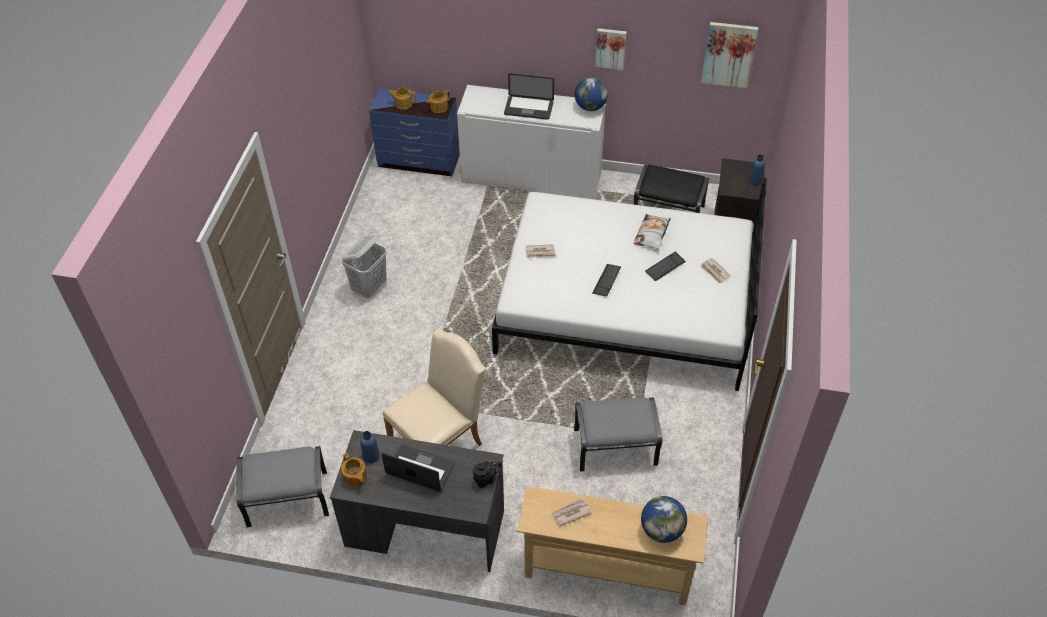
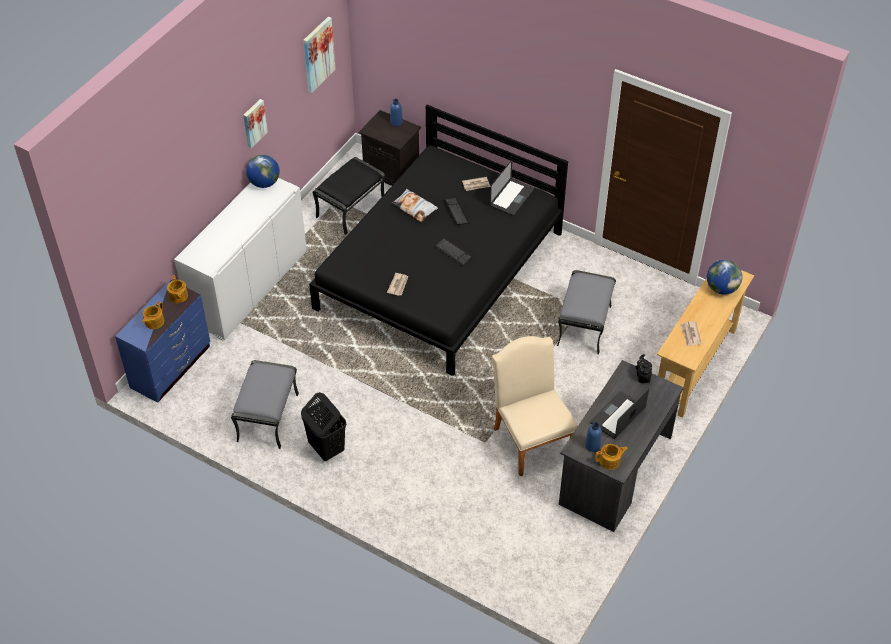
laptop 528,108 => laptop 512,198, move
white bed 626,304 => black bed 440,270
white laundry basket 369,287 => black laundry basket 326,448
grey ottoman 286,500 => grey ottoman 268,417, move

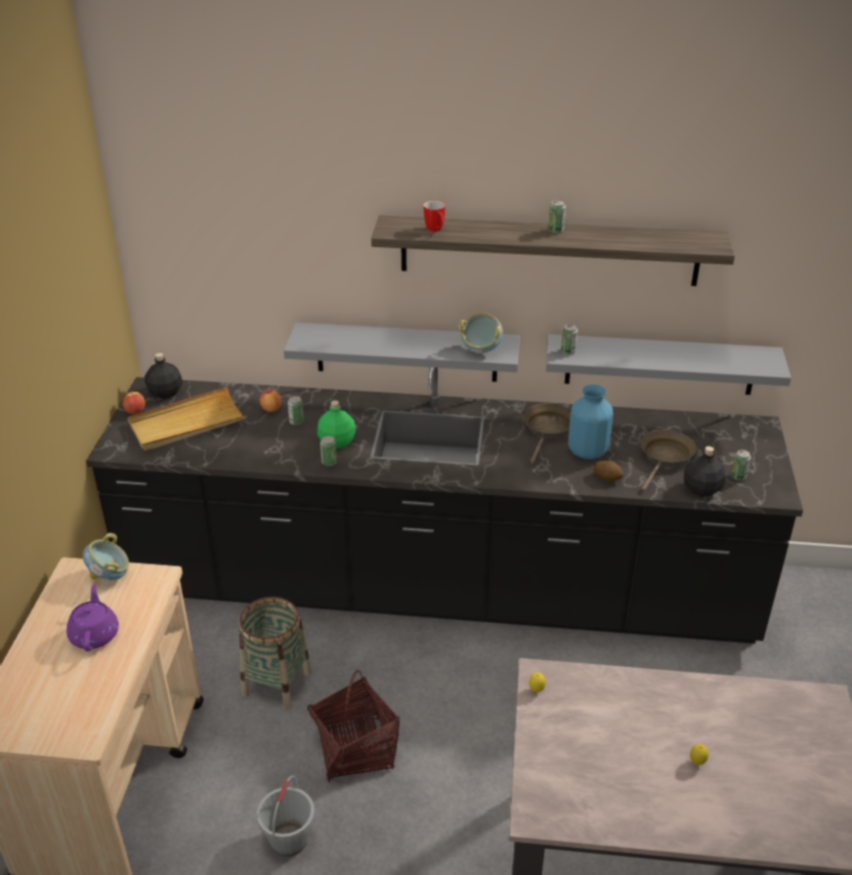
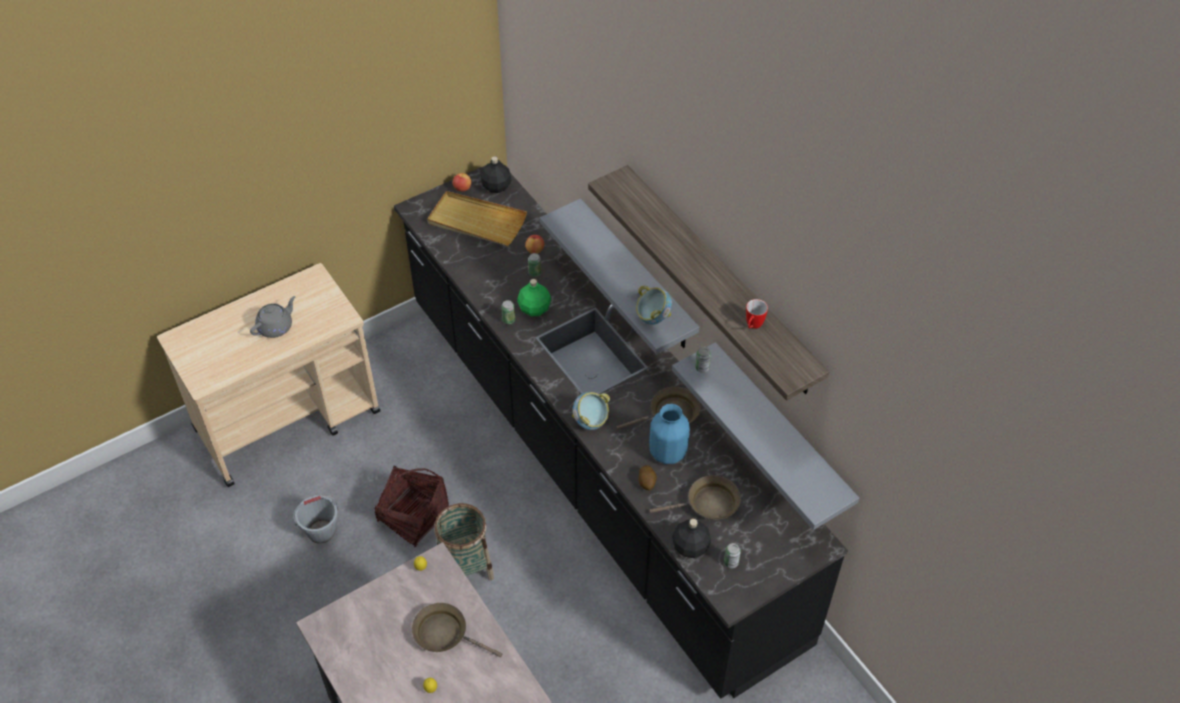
can 555,230 => nothing
mug 436,230 => mug 752,326, move
bowl 110,576 => bowl 590,421, move
purple teapot 95,634 => grey teapot 276,327
basket 277,684 => basket 465,567, move
nothing => brown frying pan 445,634

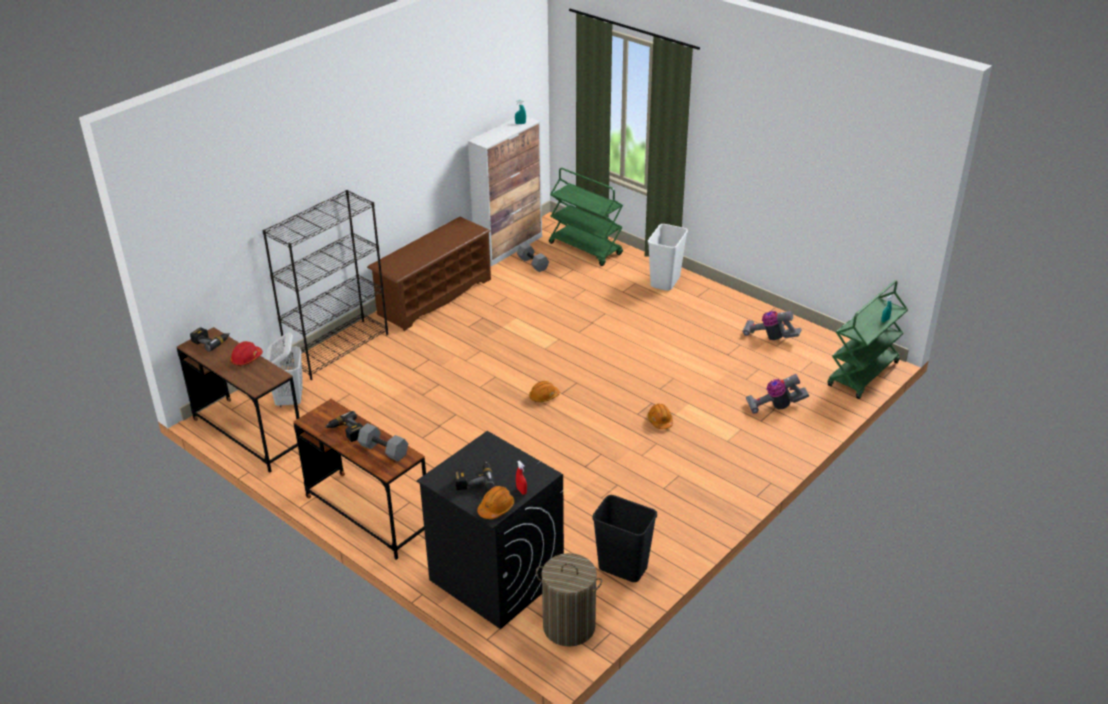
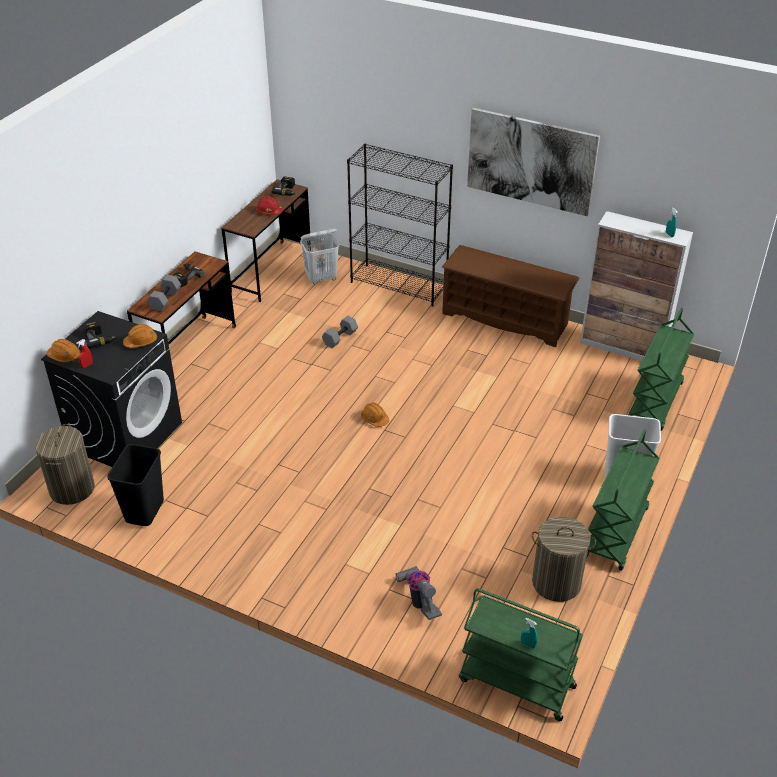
grey dumbbell 532,264 => grey dumbbell 340,337, move
vacuum cleaner 770,337 => laundry basket 556,583
orange hard hat 660,421 => orange hard hat 141,342, move
nothing => picture 531,161
nothing => green cart 616,533

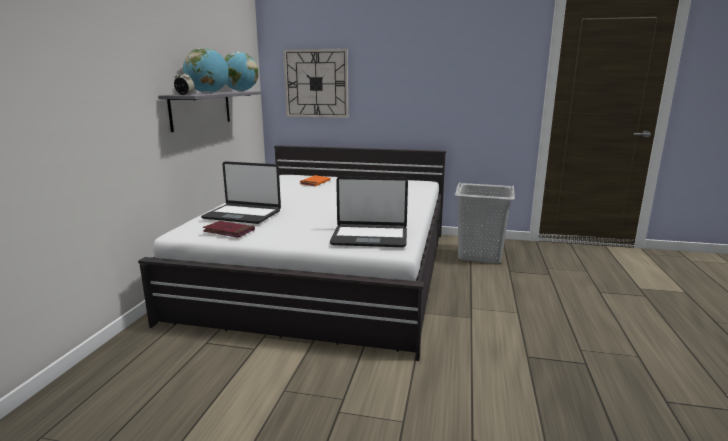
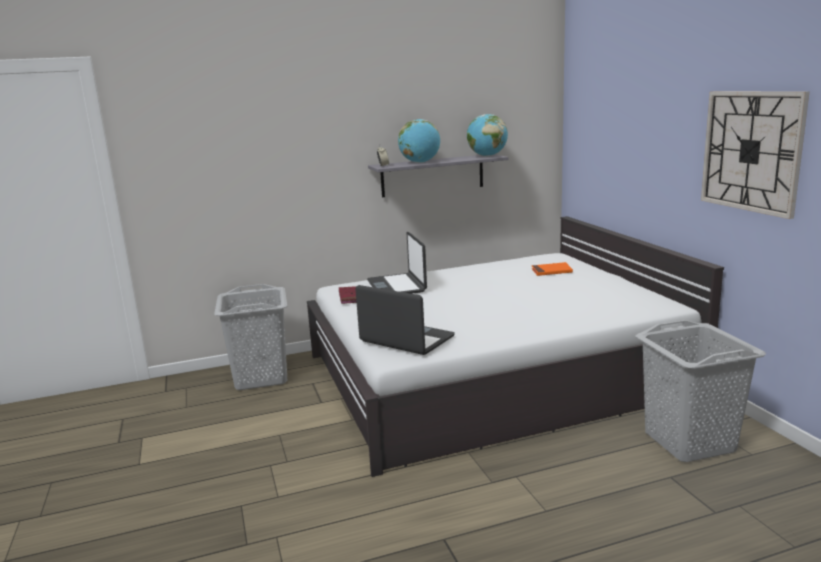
wall clock 316,83 => wall clock 751,151, move
laptop 369,237 => laptop 406,340, 150 degrees clockwise
nothing => grey laundry basket 261,377

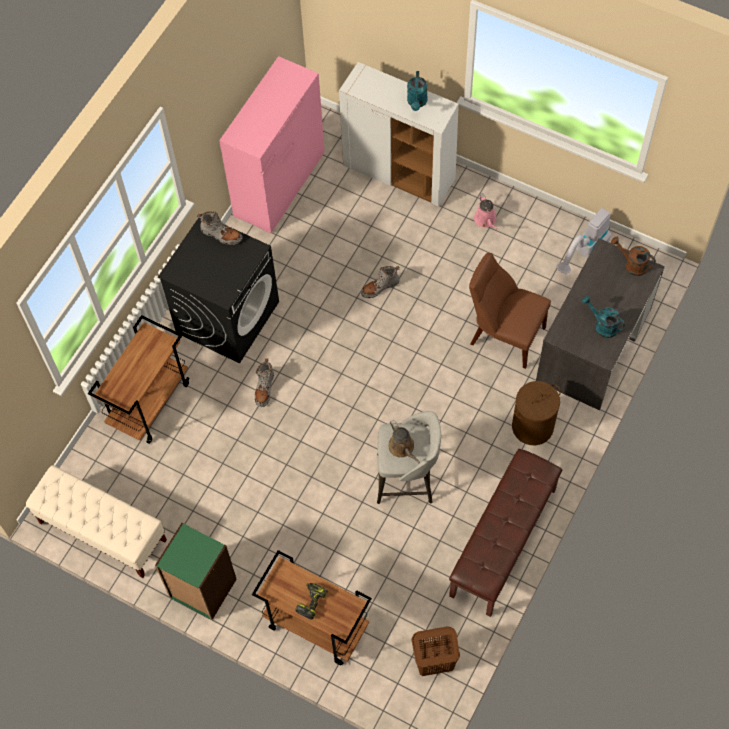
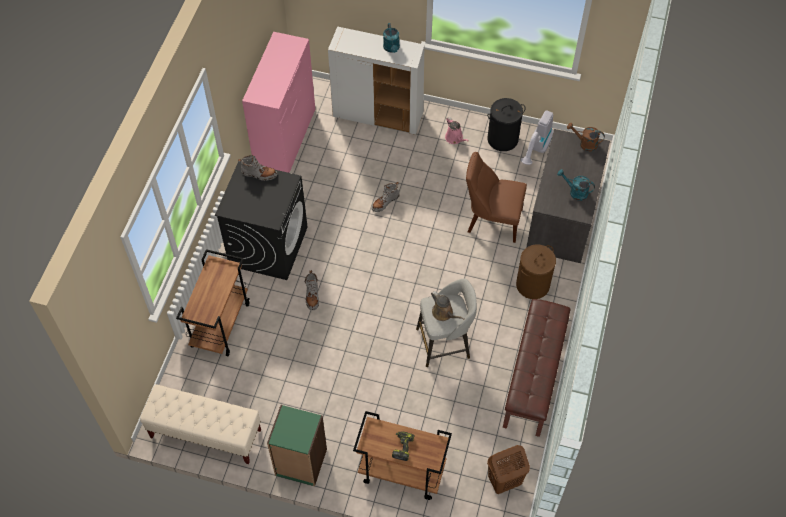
nothing => black laundry basket 503,139

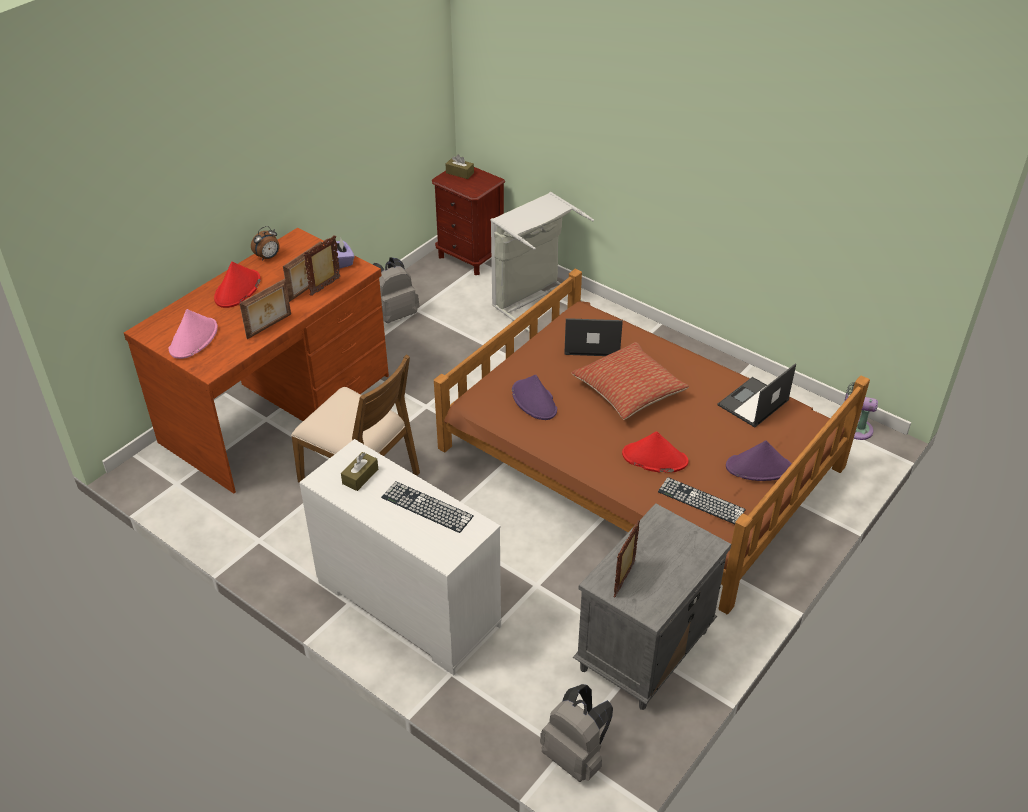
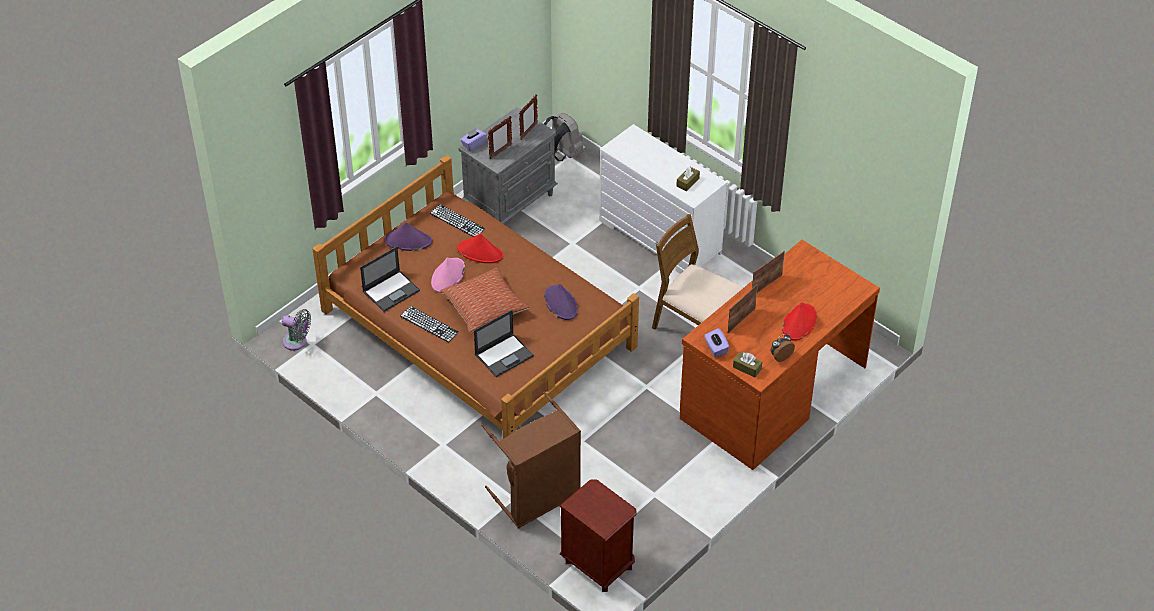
brown tissue box 460,173 => brown tissue box 747,368, move
grey laundry basket 534,301 => brown laundry basket 538,498
picture frame 326,287 => picture frame 500,152, move
grey backpack 395,314 => nothing
pink hat 193,339 => pink hat 448,276, move
laptop 591,342 => laptop 504,355, 45 degrees counterclockwise
keyboard 427,507 => keyboard 429,324, move
nothing => purple tissue box 473,144

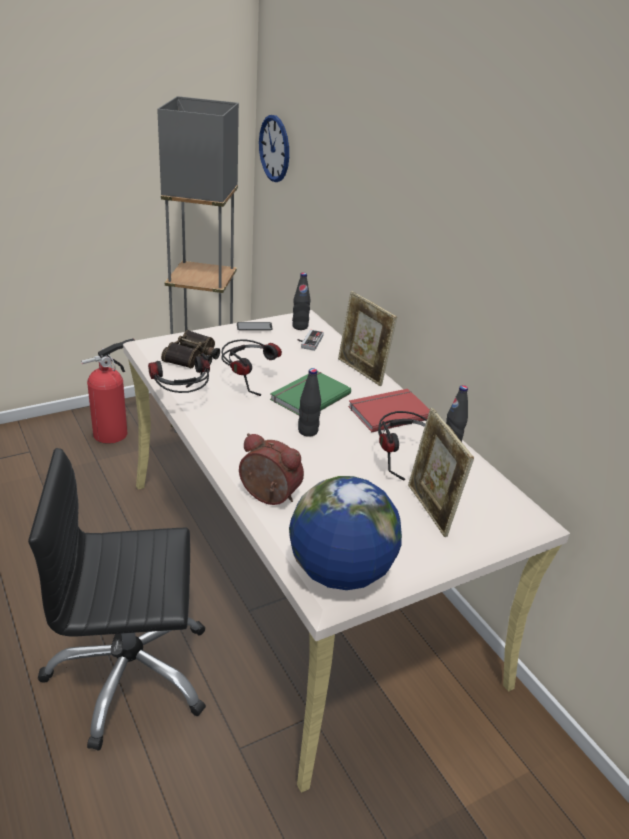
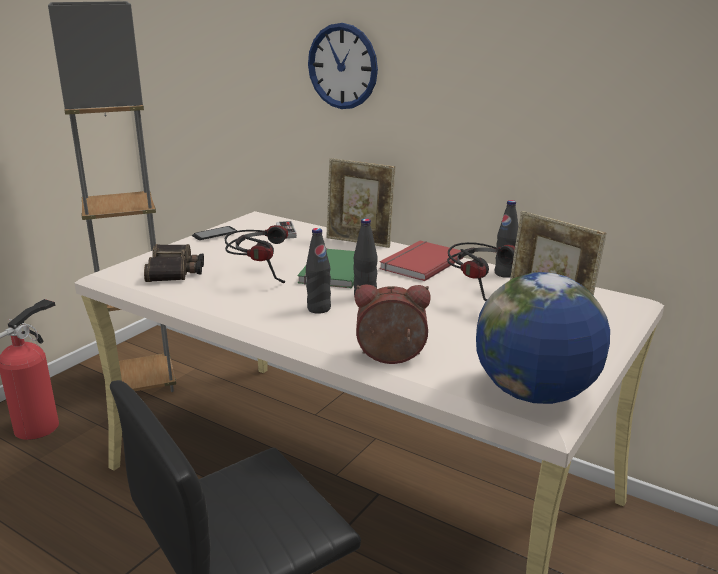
wall clock 274,148 => wall clock 342,66, move
black bottle 300,326 => black bottle 319,309, move
headphones 182,402 => nothing

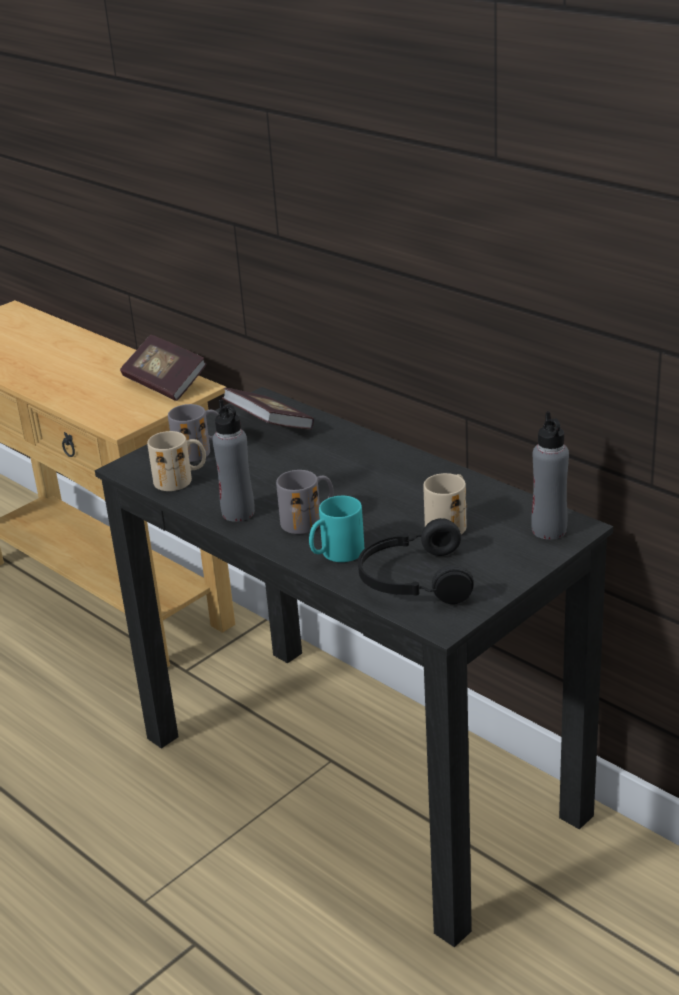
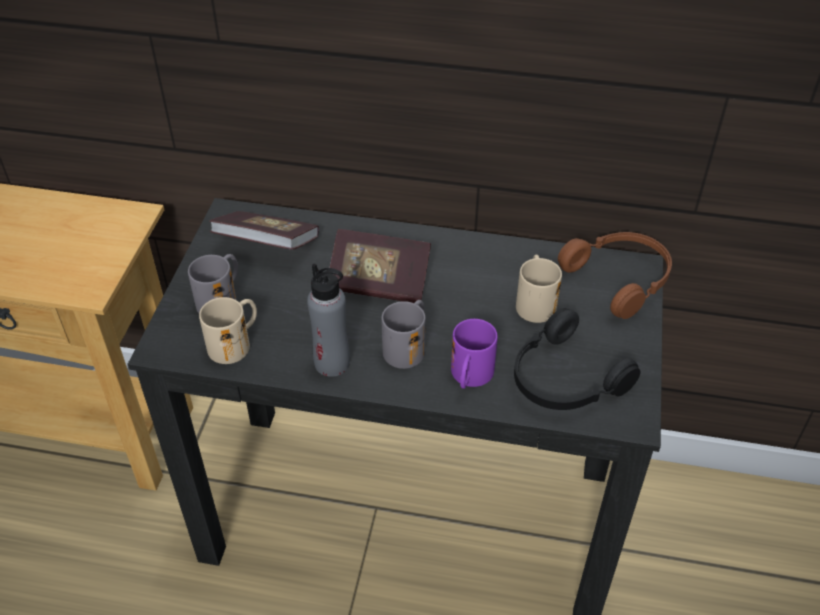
book 165,383 => book 379,282, move
grey bottle 549,530 => brown headphones 620,279
turquoise mug 336,554 => purple mug 470,377

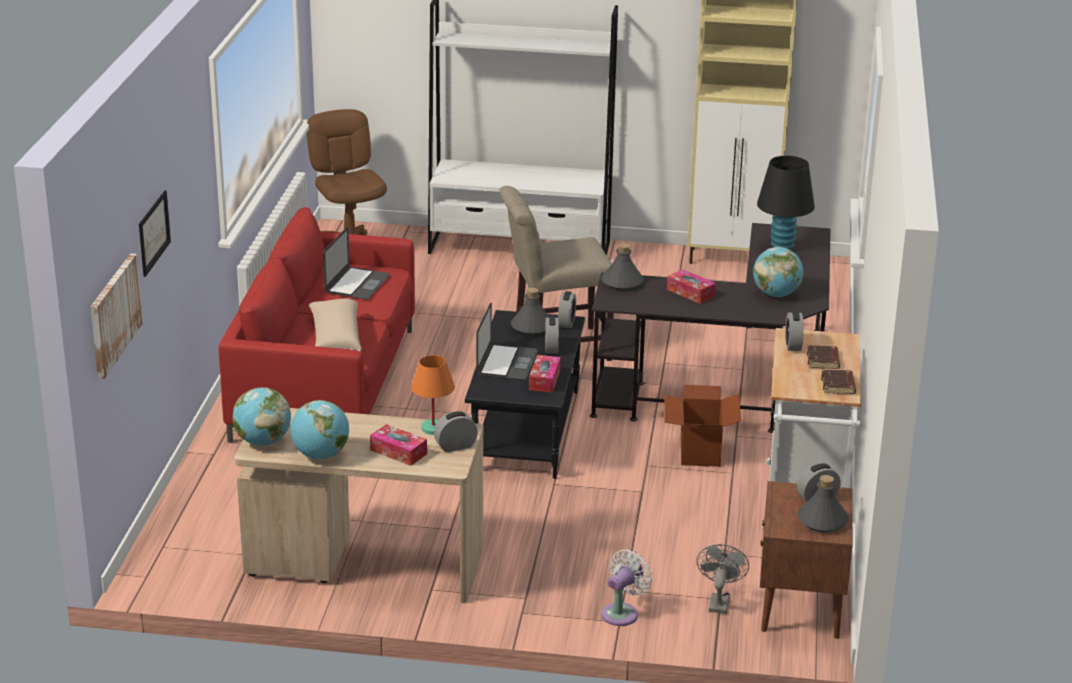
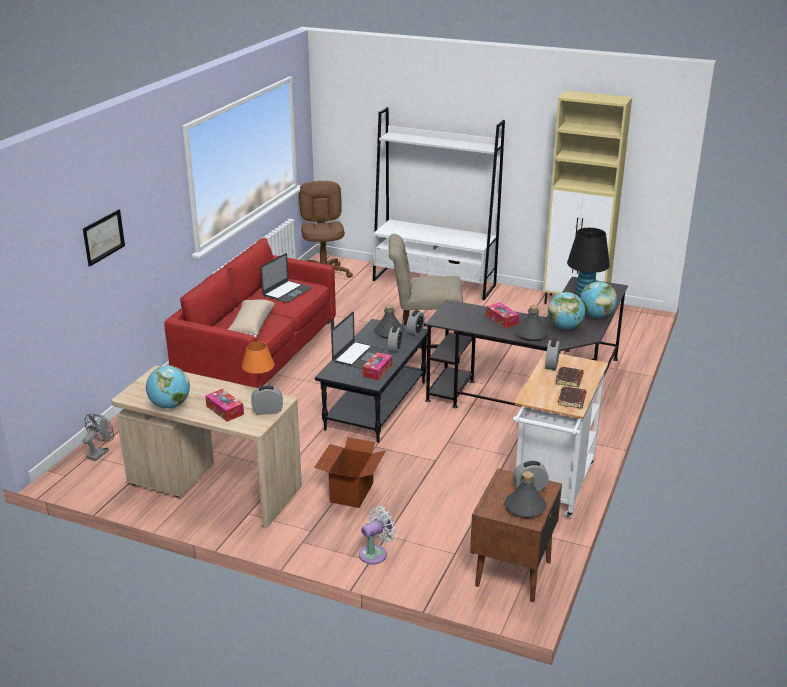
grey bottle 622,283 => grey bottle 532,335, move
picture 114,314 => nothing
cardboard box 699,452 => cardboard box 351,492, move
globe 263,441 => globe 596,316, move
grey fan 719,601 => grey fan 99,452, move

